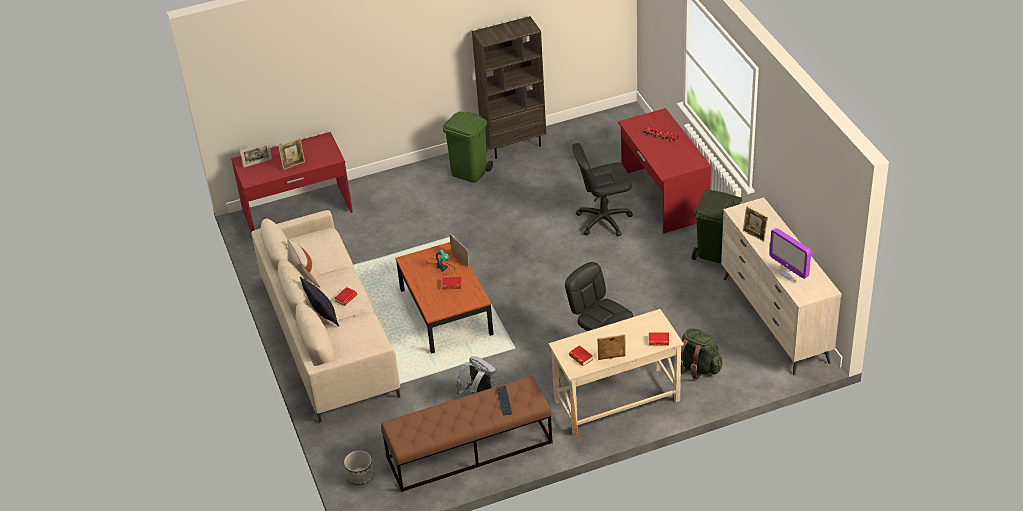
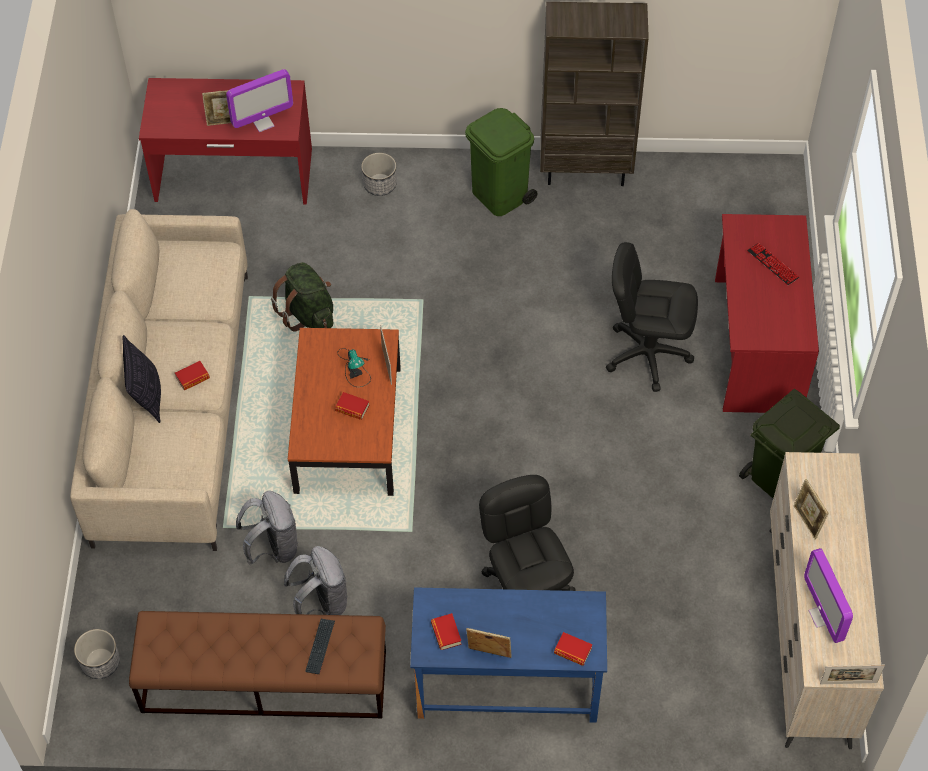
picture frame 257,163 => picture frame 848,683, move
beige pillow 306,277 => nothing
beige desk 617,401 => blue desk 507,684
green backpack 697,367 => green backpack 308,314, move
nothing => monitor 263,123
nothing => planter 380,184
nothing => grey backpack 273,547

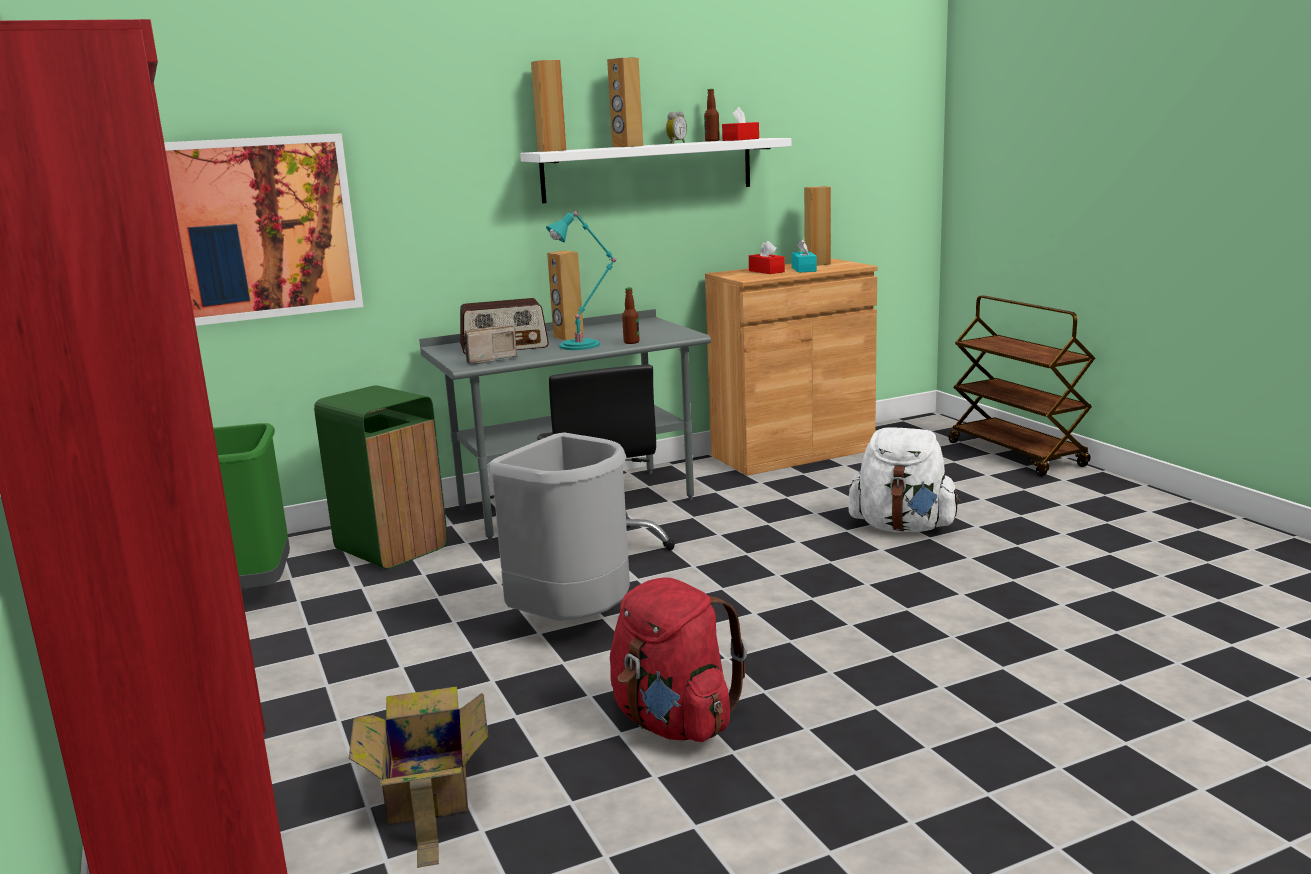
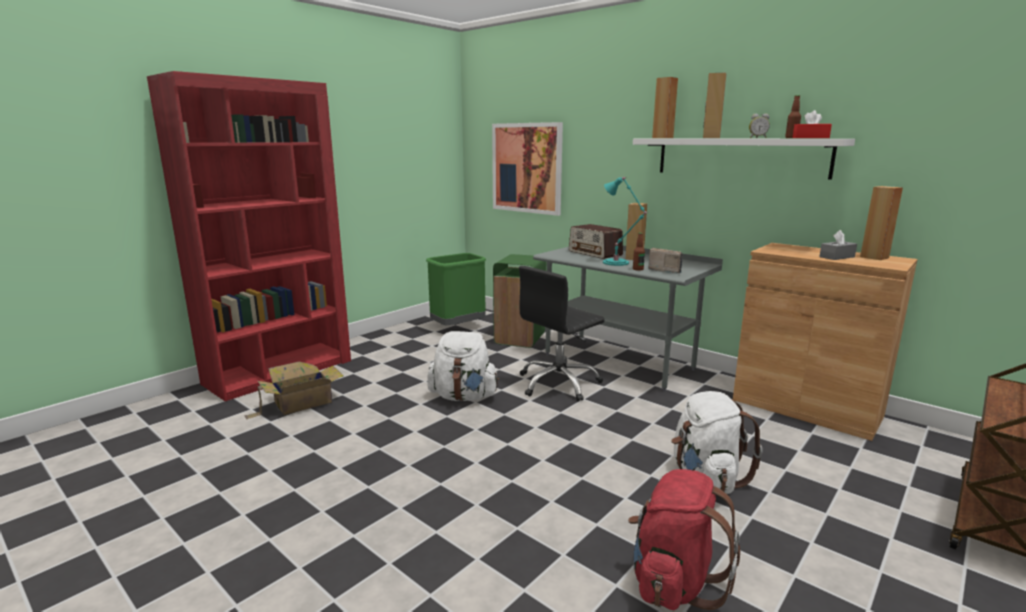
turquoise tissue box 804,269 => grey tissue box 837,257
red tissue box 766,271 => nothing
radio 488,360 => radio 665,270, move
grey trash can 574,623 => white backpack 463,396
red backpack 674,722 => red backpack 674,581, move

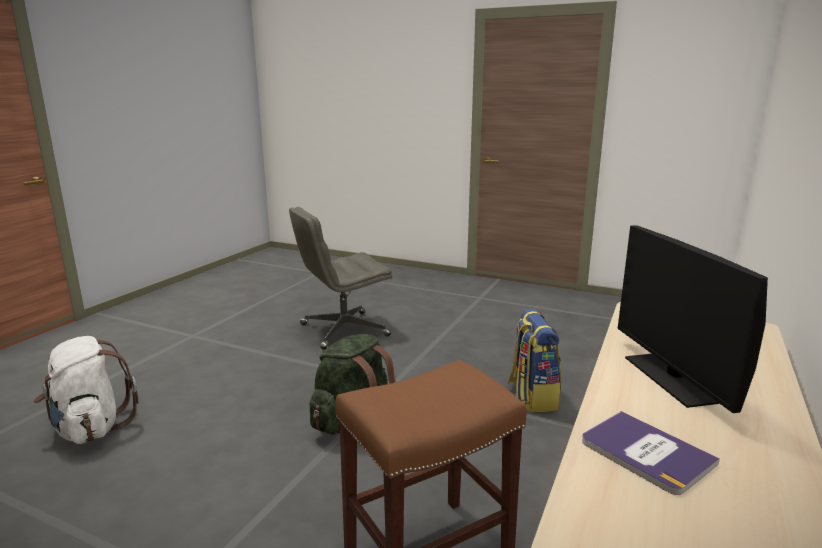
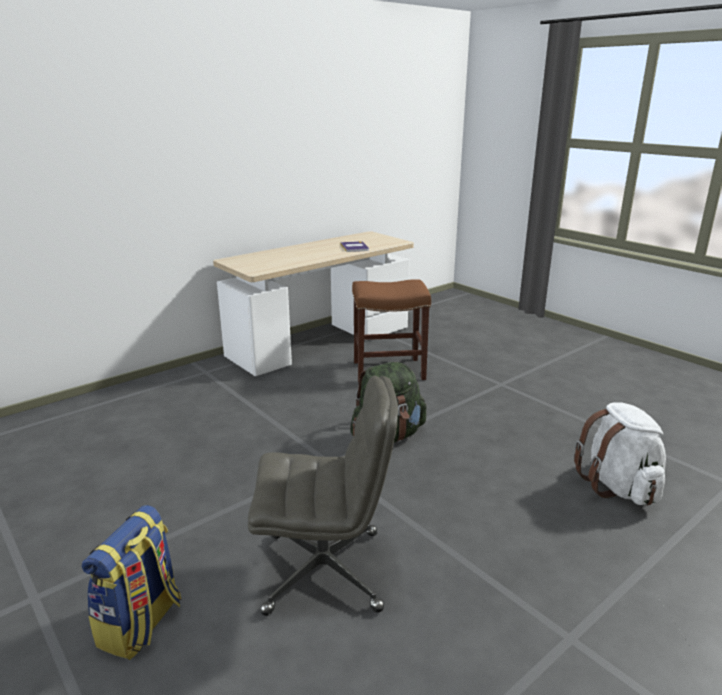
monitor 674,378 => nothing
backpack 532,397 => backpack 141,624, move

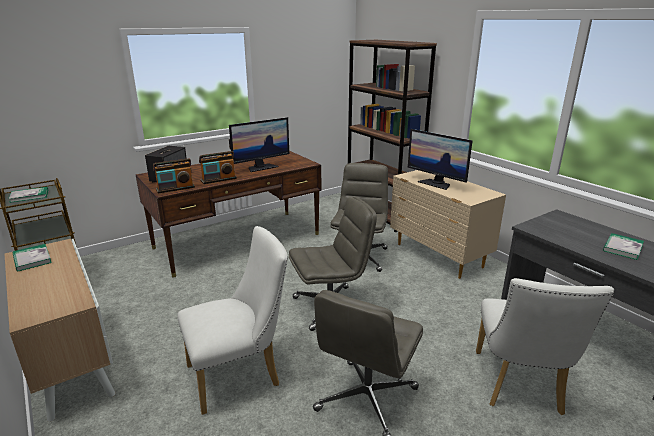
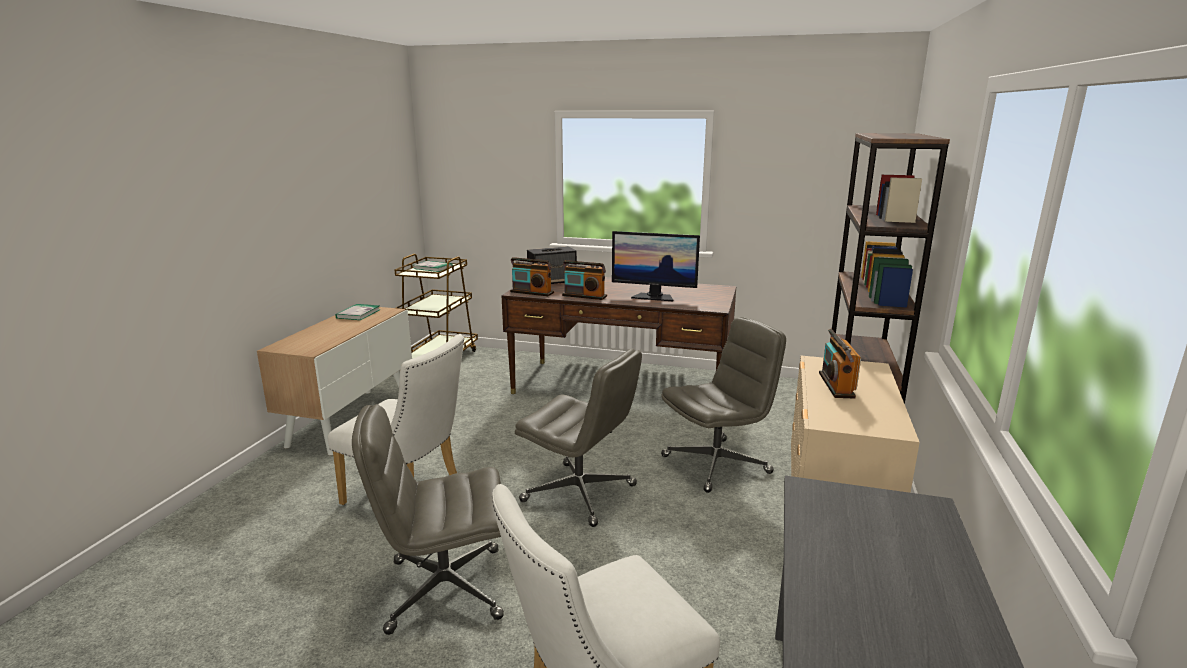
monitor 436,183 => radio 836,385
book 622,248 => nothing

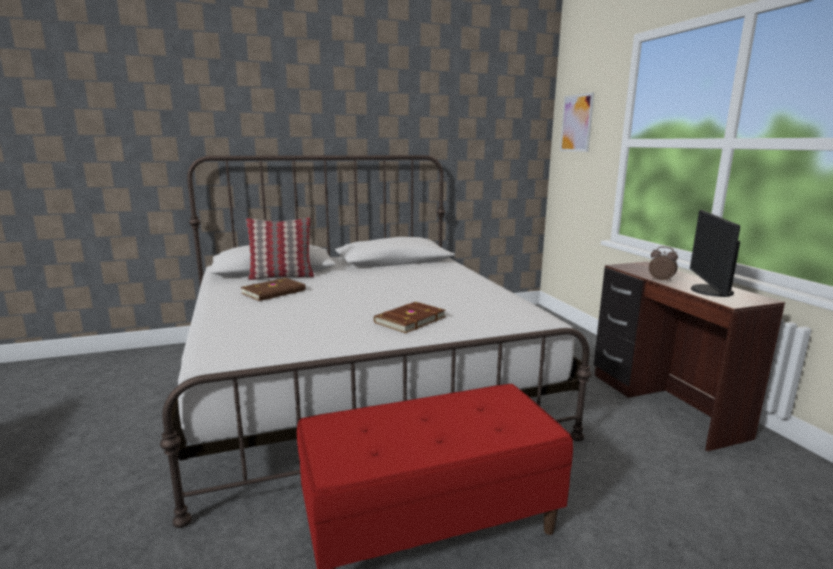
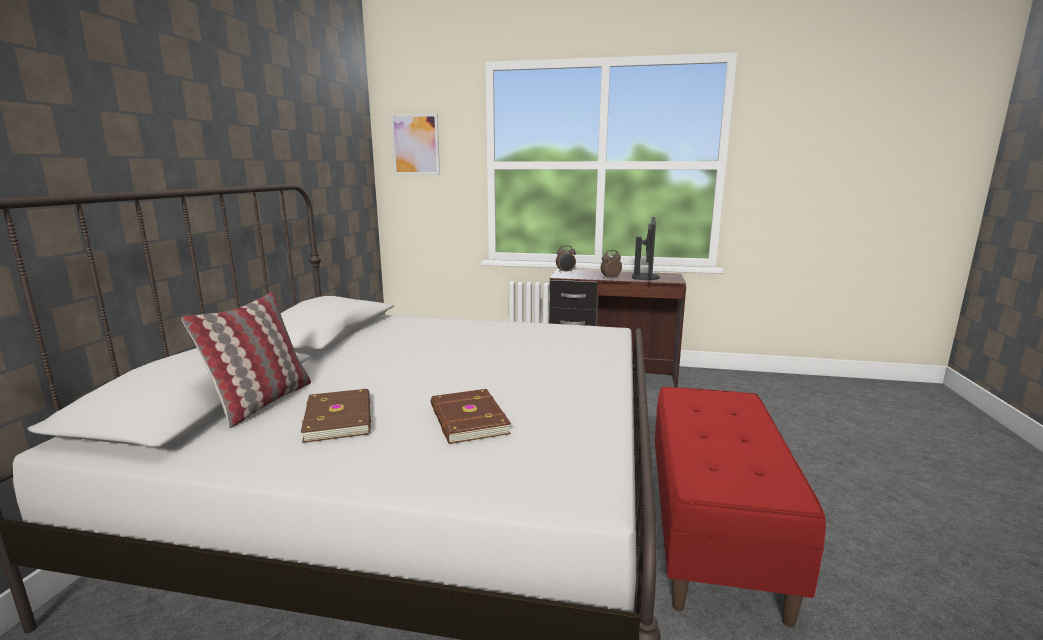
monitor 709,291 => monitor 646,277, 120 degrees counterclockwise
brown book 409,320 => brown book 467,420, move
nothing => alarm clock 565,272

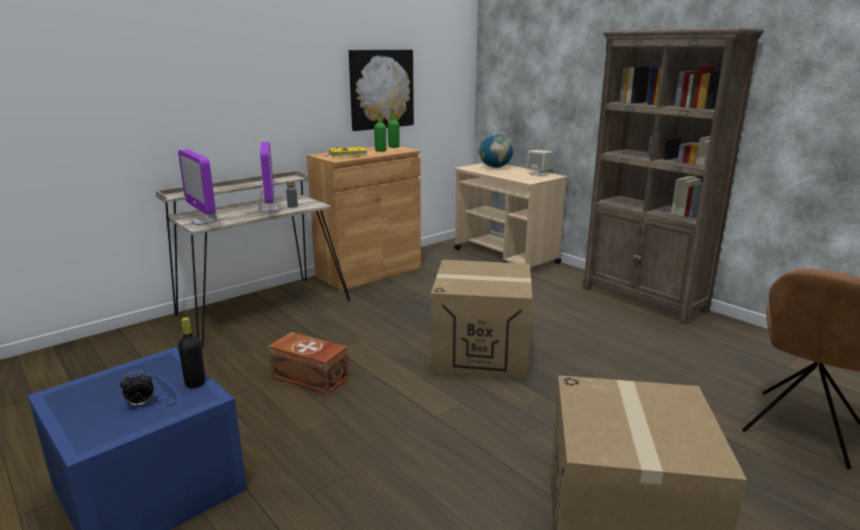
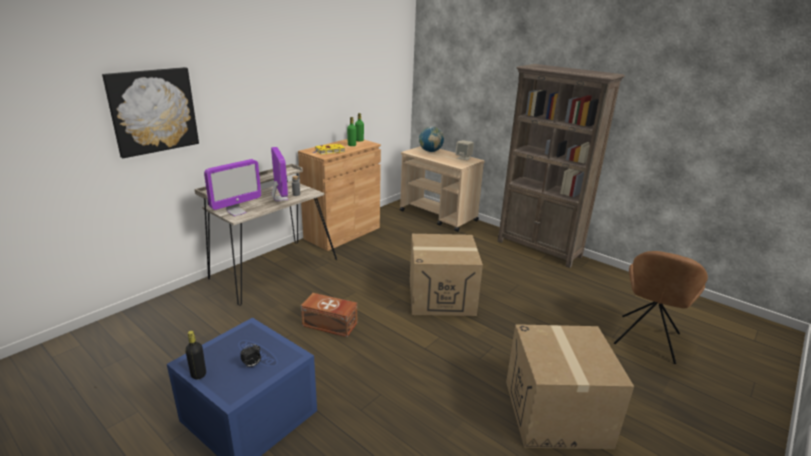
picture 381,89 => picture 153,111, move
monitor 204,221 => monitor 236,212, 90 degrees counterclockwise
black bottle 195,383 => black bottle 198,374, move

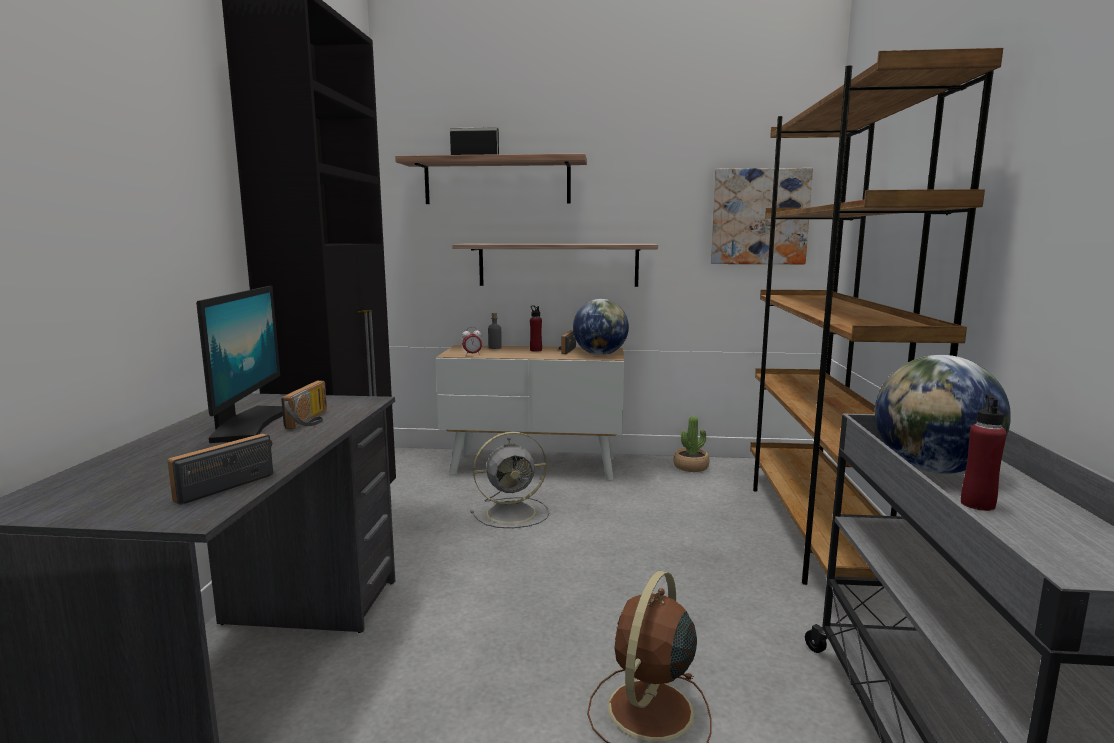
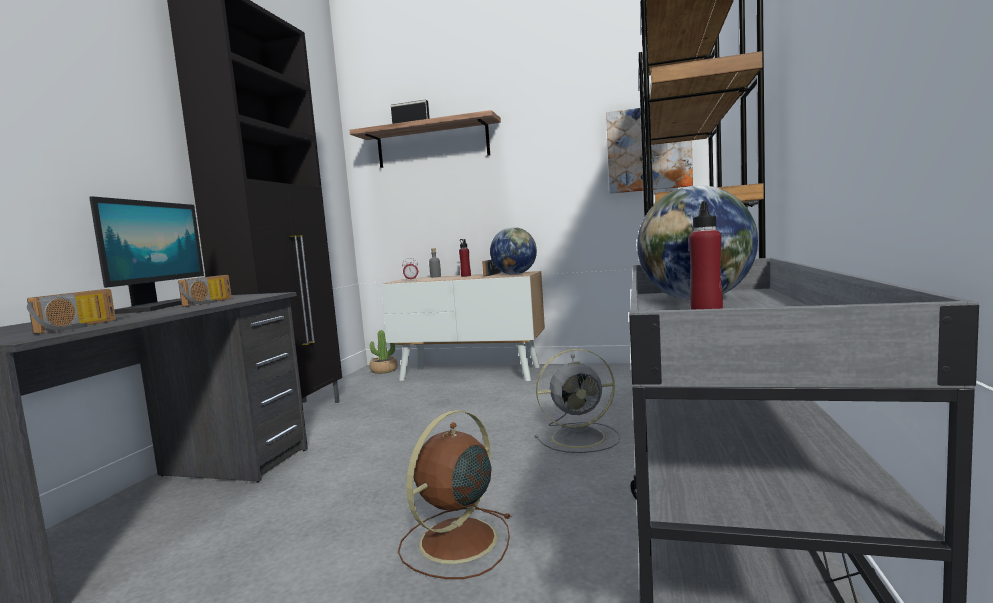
shelf 558,265 => nothing
potted plant 691,467 => potted plant 384,370, move
grey fan 513,512 => grey fan 580,437, move
radio 224,484 => radio 80,327, 150 degrees clockwise

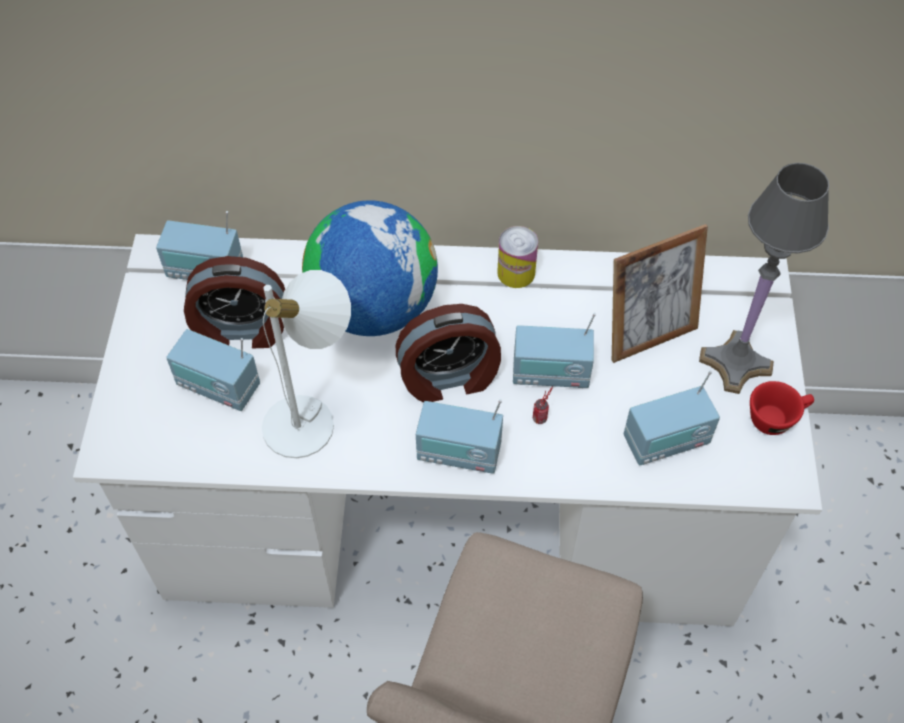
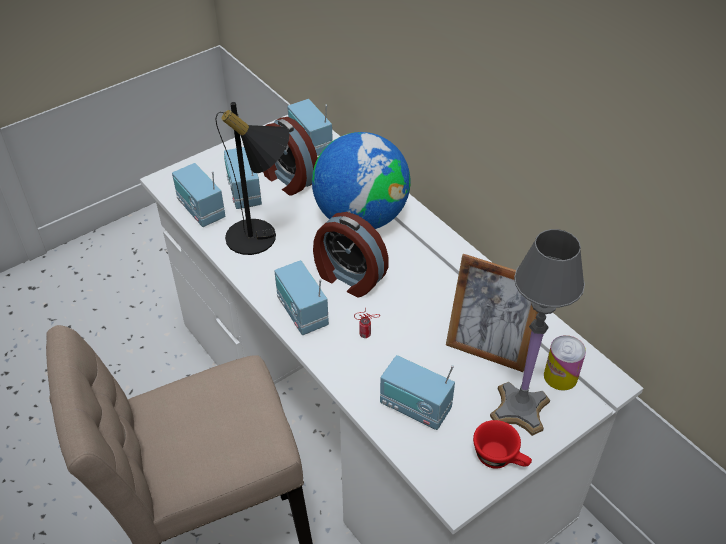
can 516,273 => can 560,376, move
white table lamp 310,419 => black table lamp 260,238
radio 550,374 => radio 200,210, move

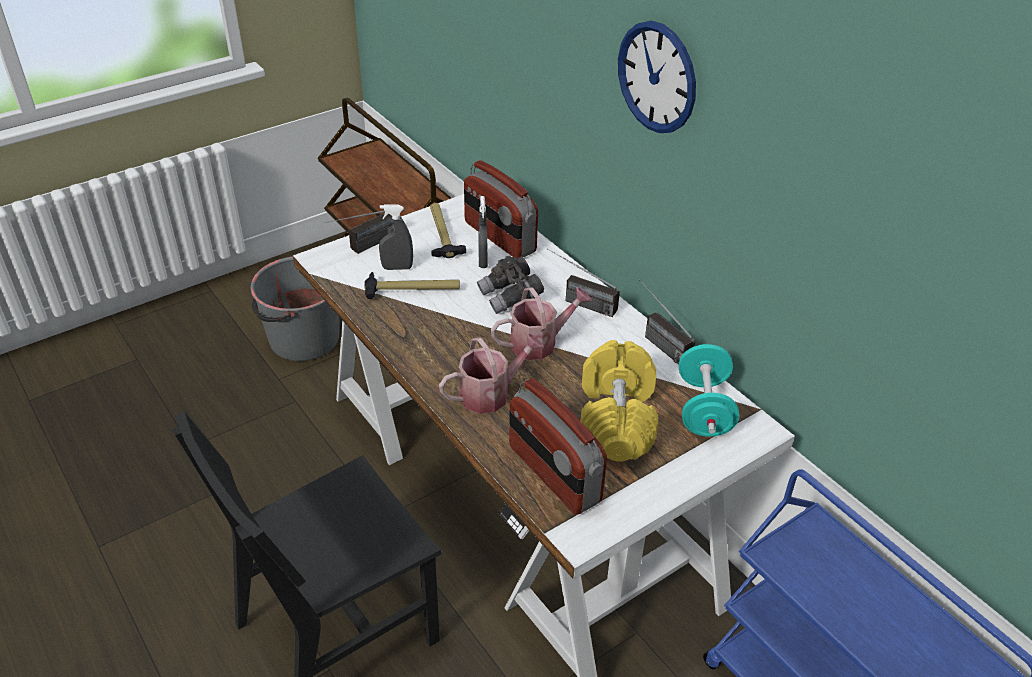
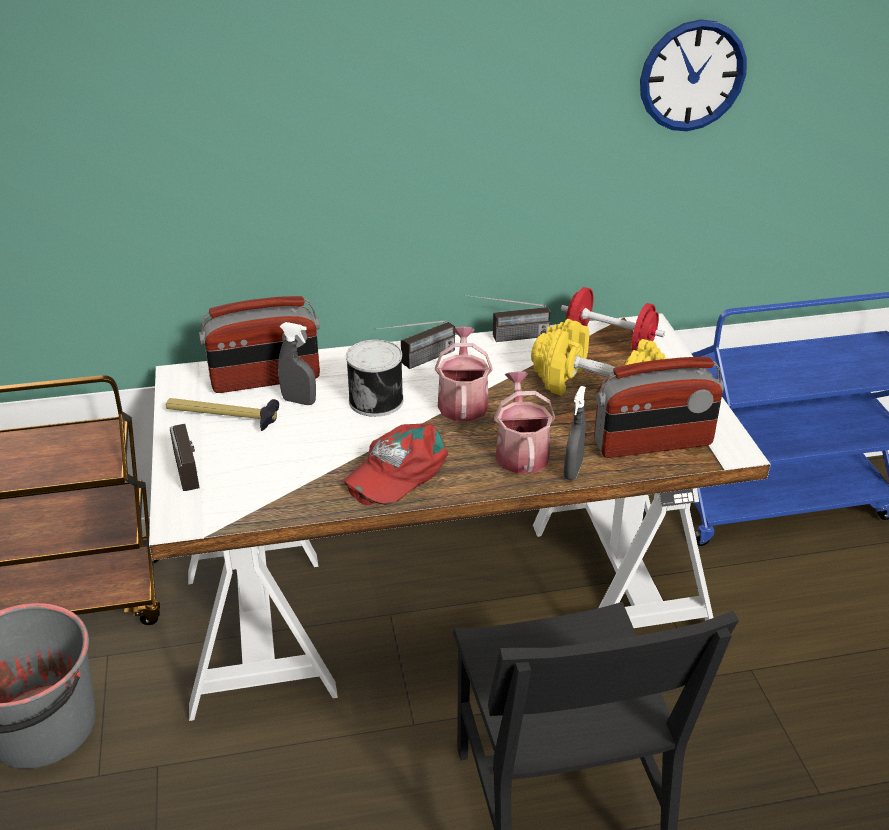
wall clock 657,77 => wall clock 692,76, move
grey spray bottle 397,268 => grey spray bottle 573,471, move
grey binoculars 510,297 => can 377,400
hammer 412,290 => nothing
turquoise dumbbell 704,409 => red dumbbell 609,342
nothing => red cap 397,470

